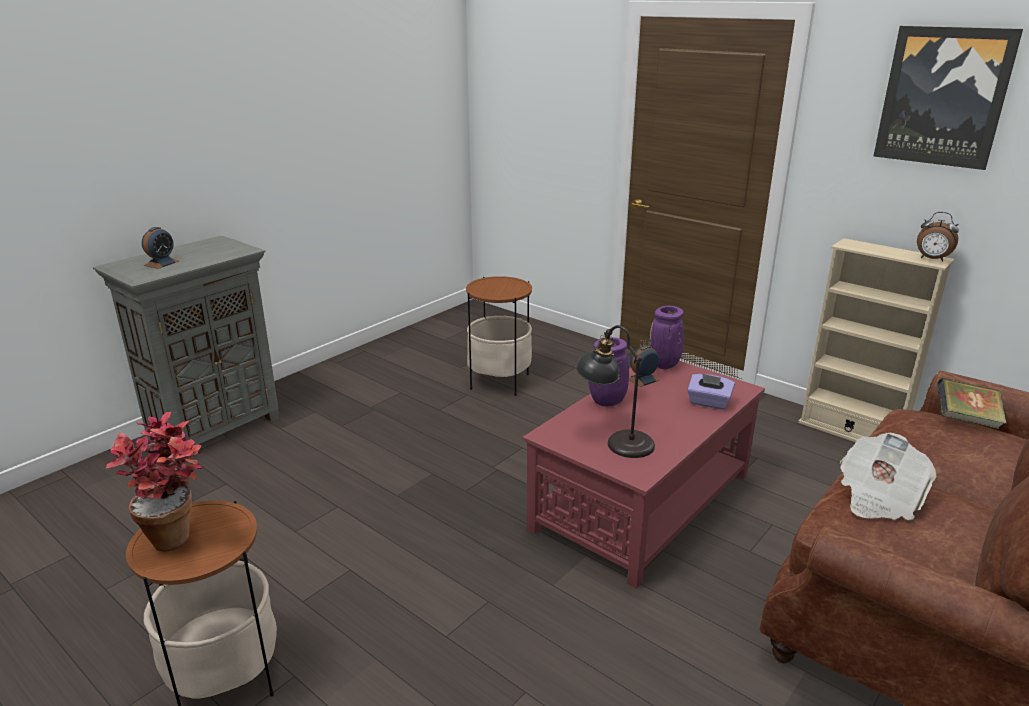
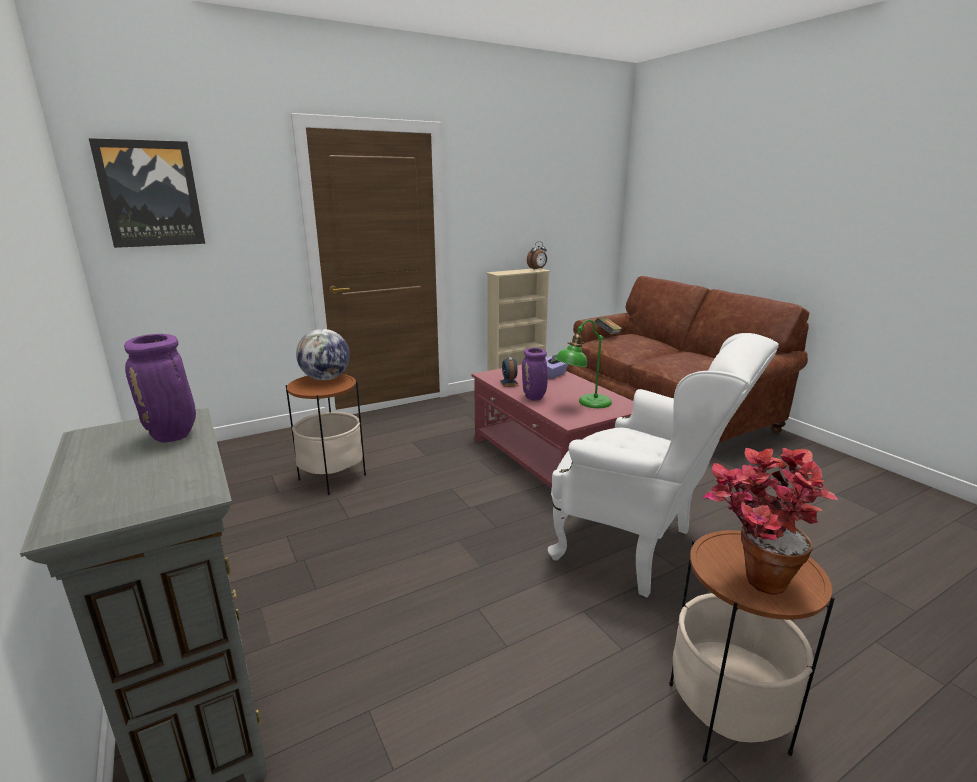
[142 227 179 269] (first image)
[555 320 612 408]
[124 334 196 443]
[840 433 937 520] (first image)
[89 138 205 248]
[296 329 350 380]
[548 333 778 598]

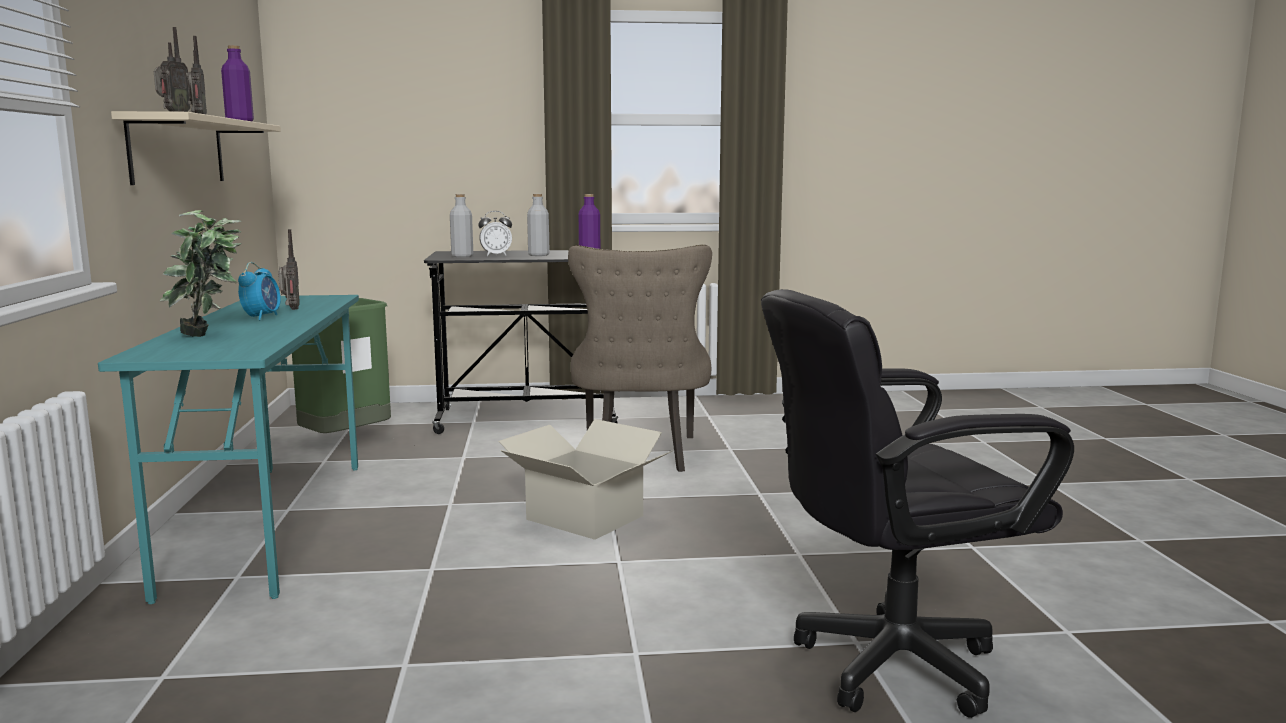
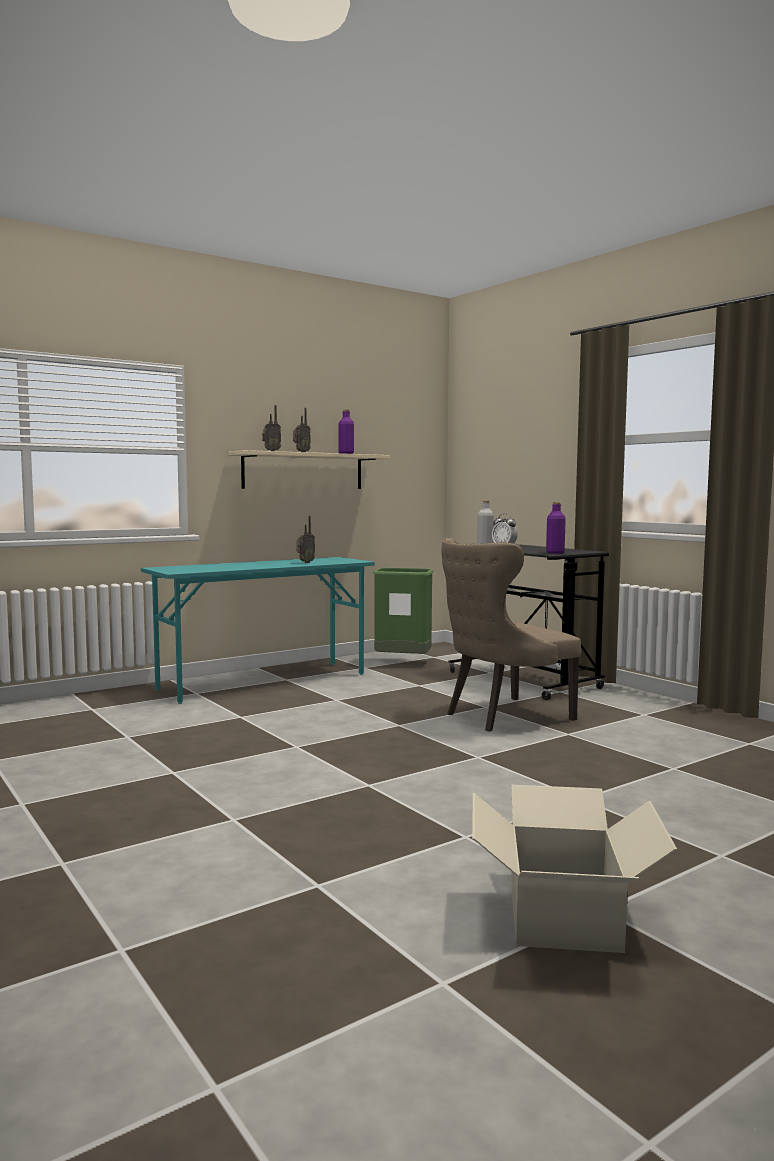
[160 210 242 337] (first image)
[238 262 281 320] (first image)
[472 785 677 953]
[527 194 550 256] (first image)
[761 289 1074 718] (first image)

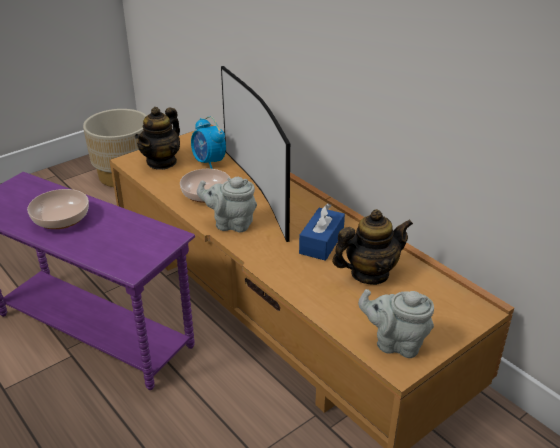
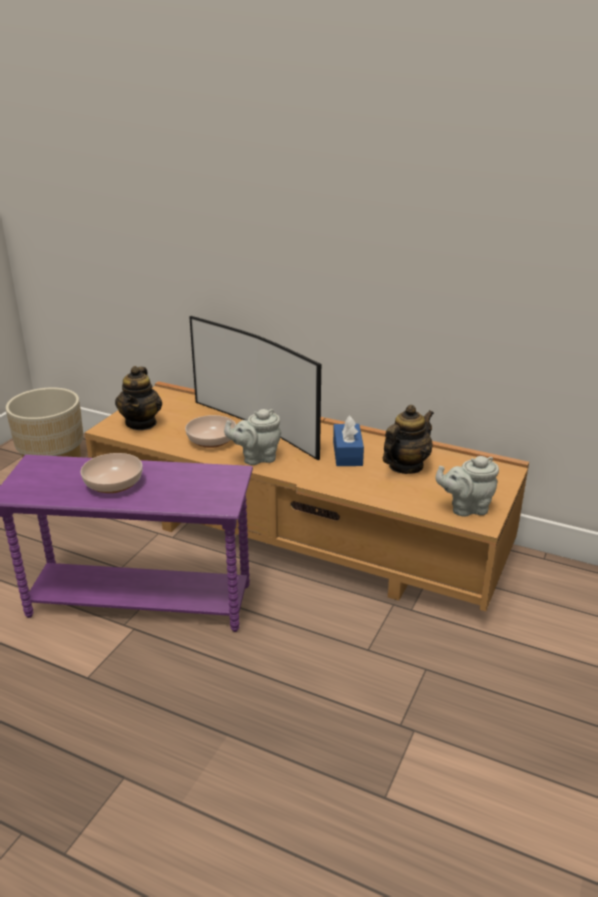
[191 116 226 169] (first image)

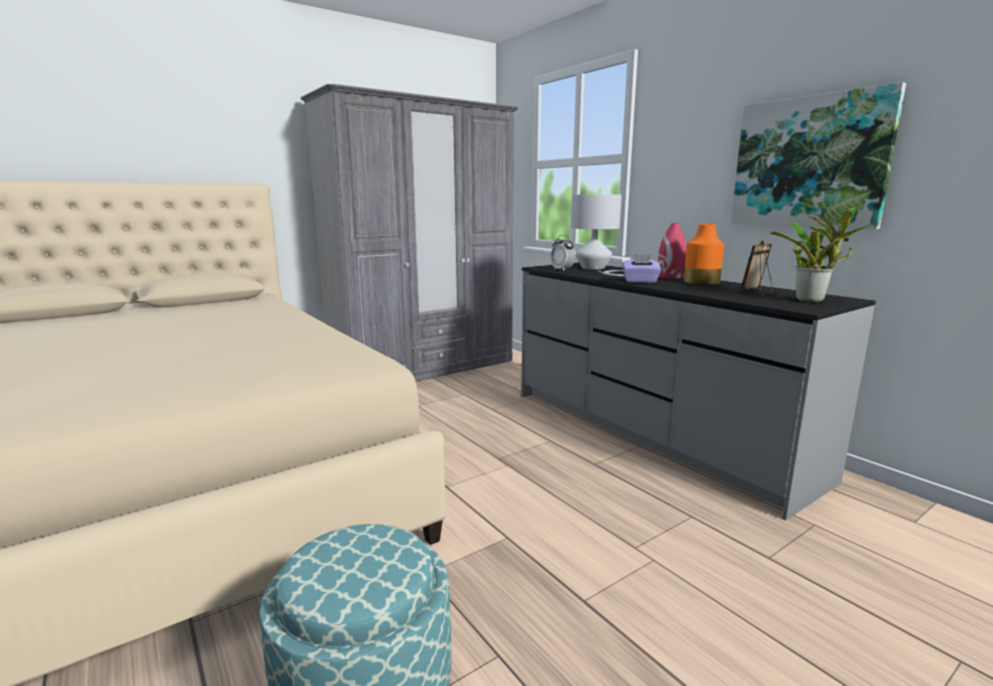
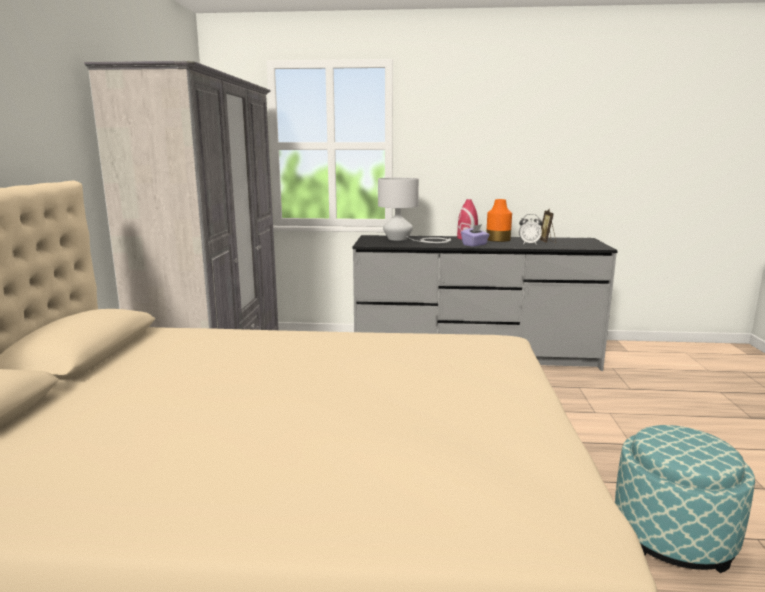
[519 214 543 245]
[731 82 906 229] (first image)
[769 207 879 303] (first image)

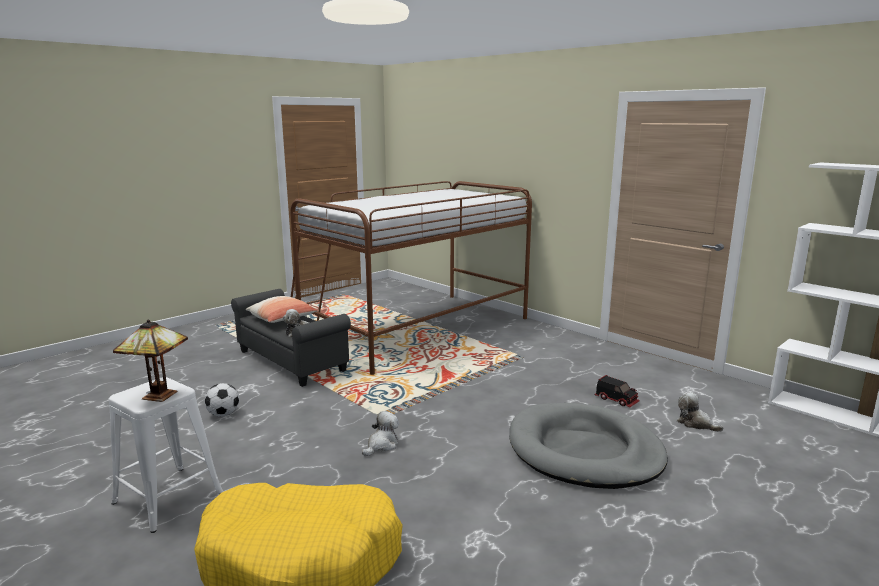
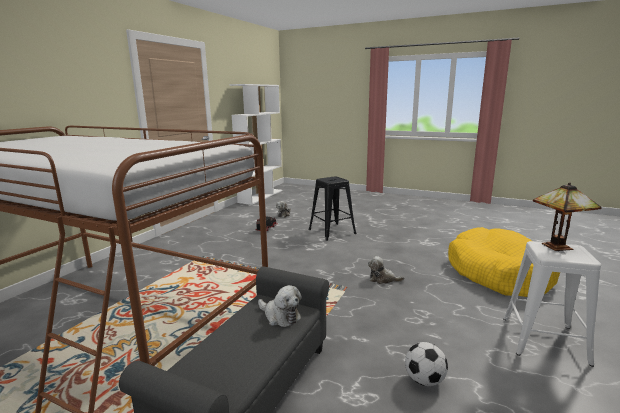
[246 296 318 323] (first image)
[308 176 357 241]

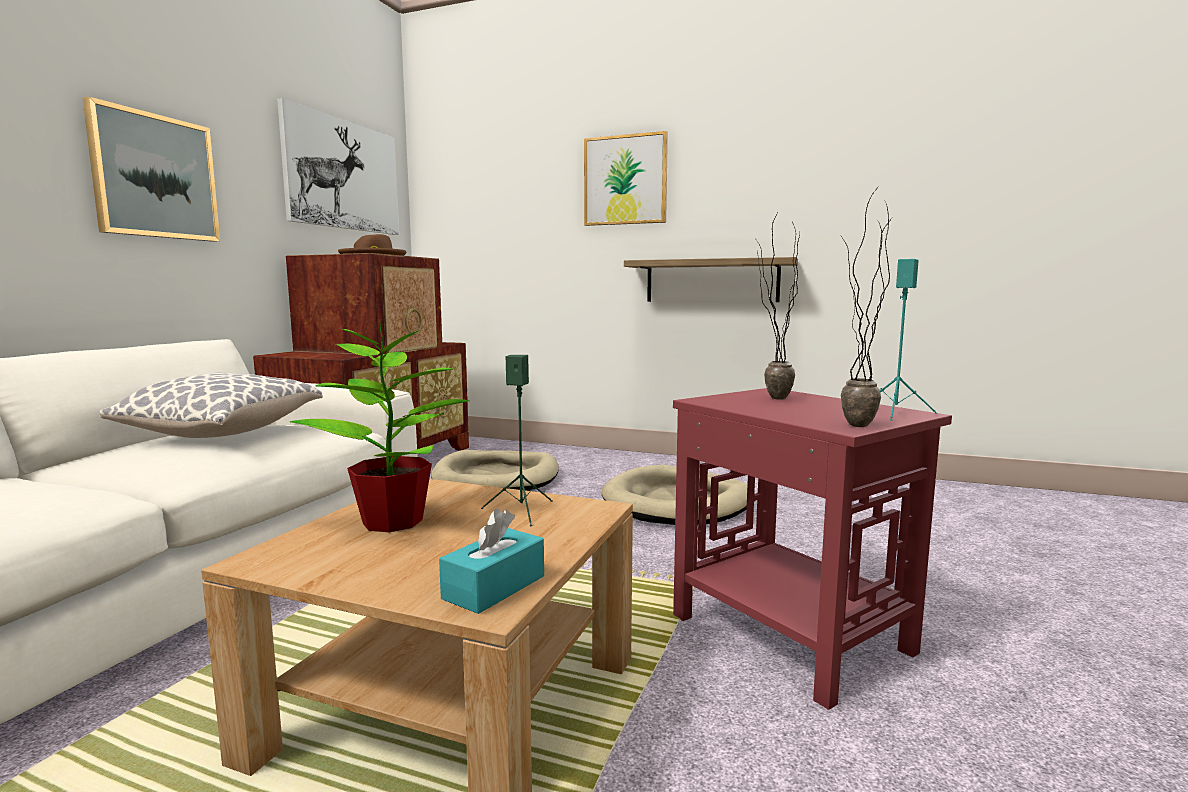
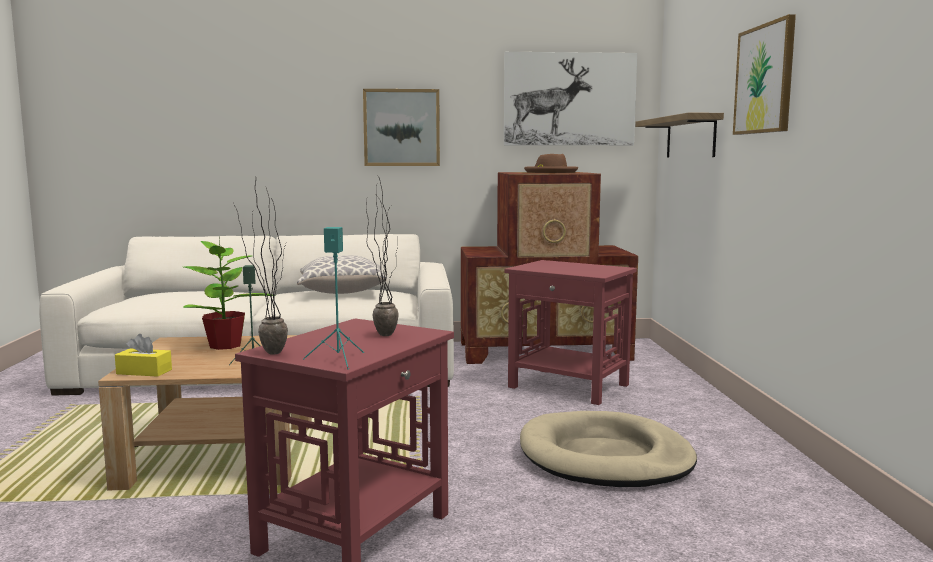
[505 260 637 405]
[115 334 172 377]
[635 113 724 158]

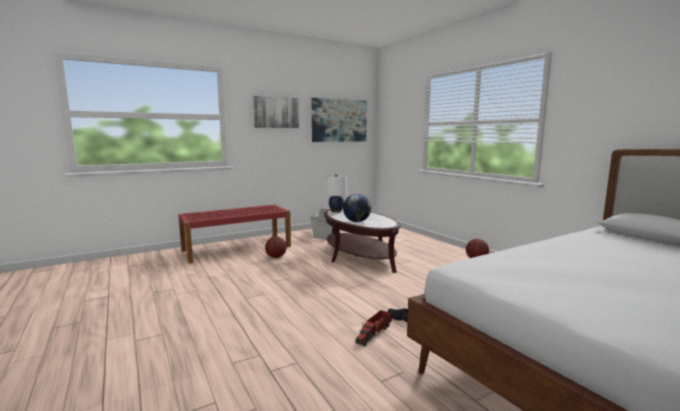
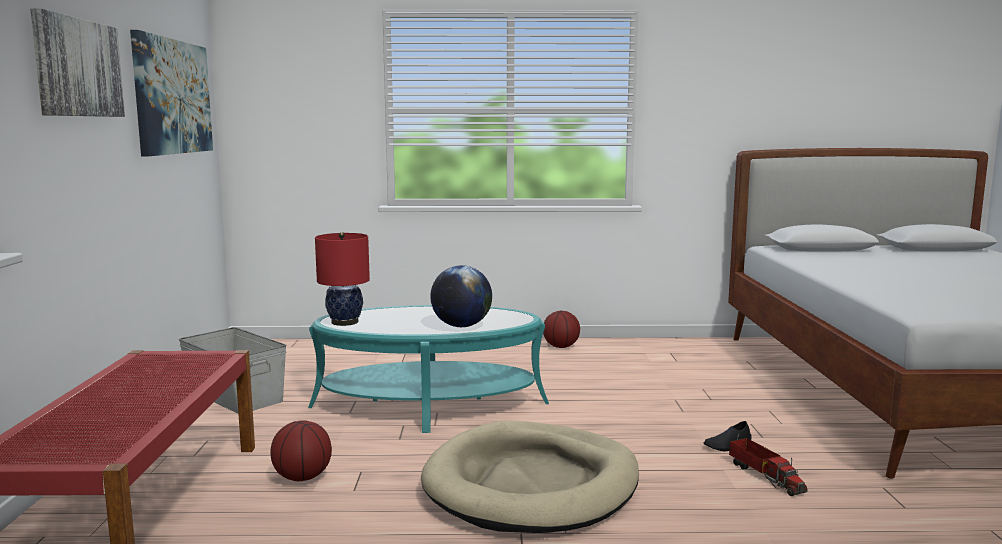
[308 305 549 433]
[315 232 370 326]
[421 421 639 533]

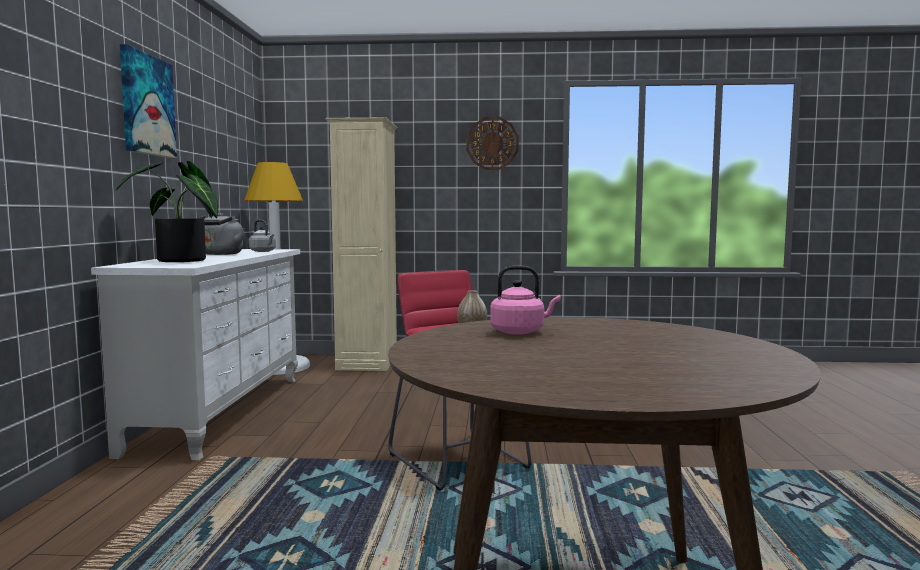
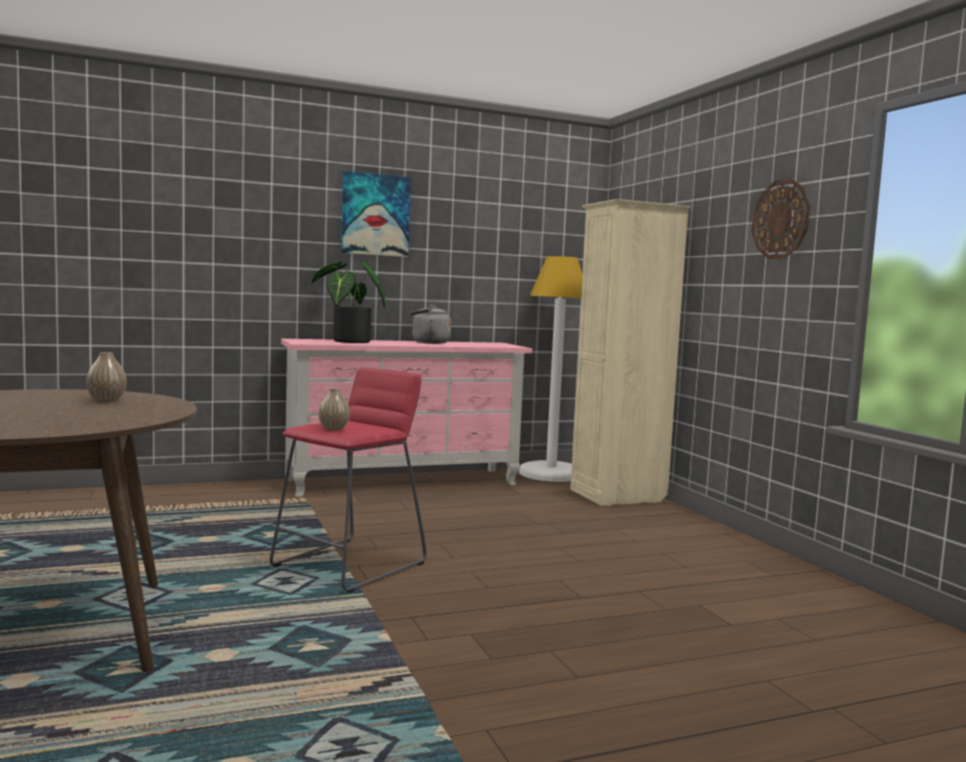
[281 339 532 497]
[249 220 276 252] (first image)
[86 352 126 402]

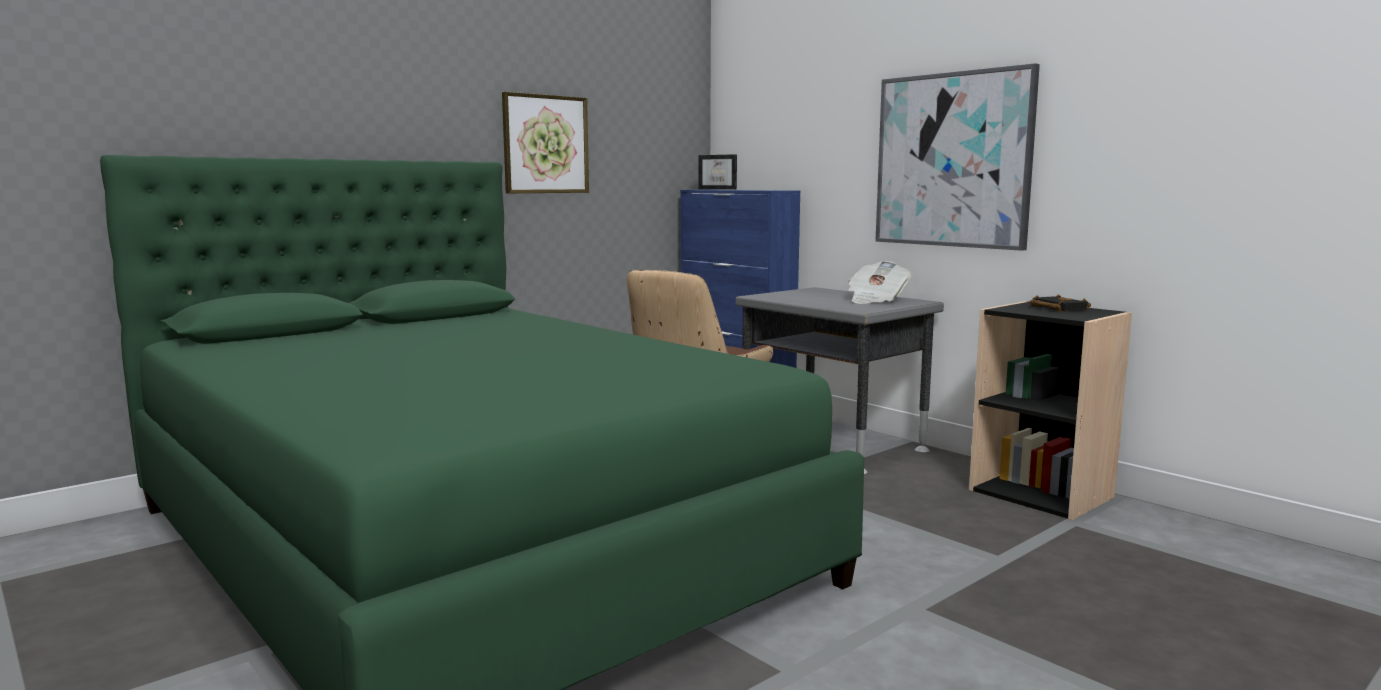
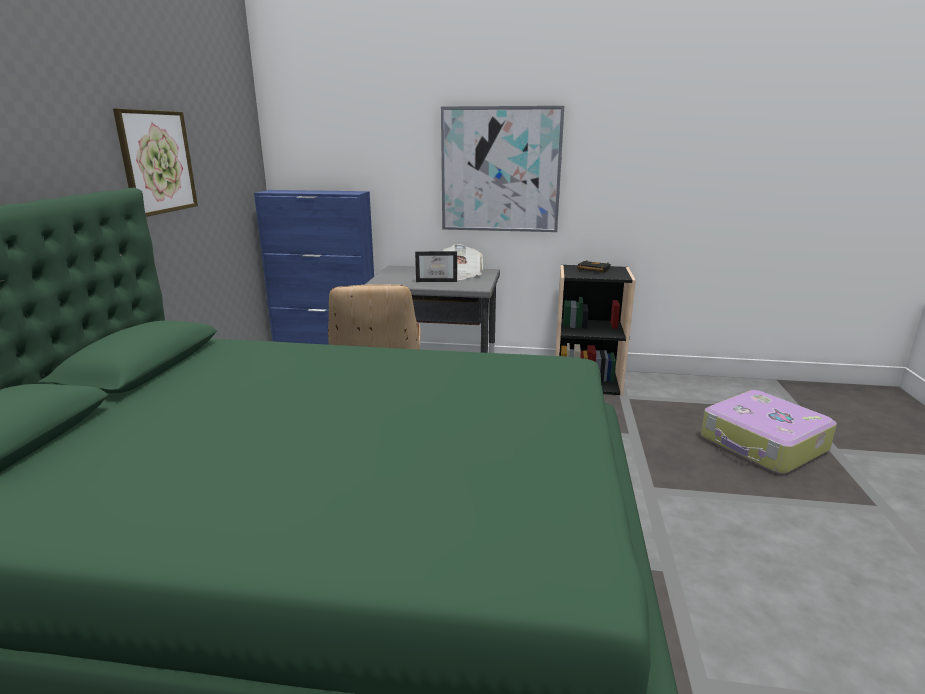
[415 251 457 282]
[701 390 837 474]

